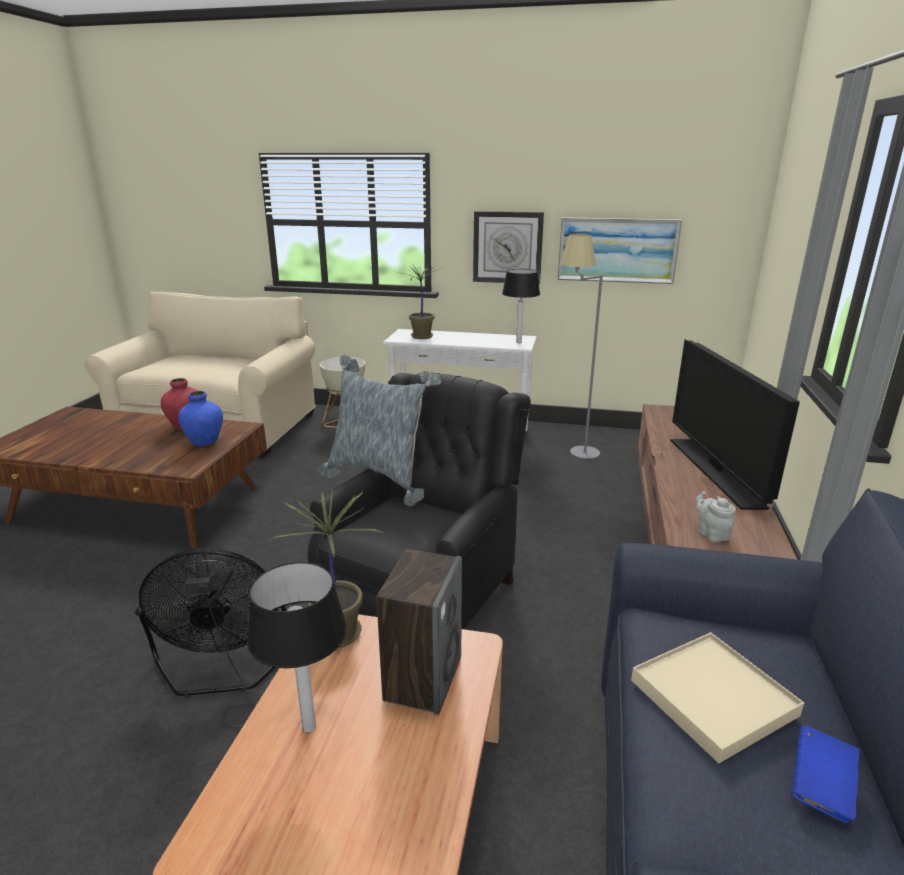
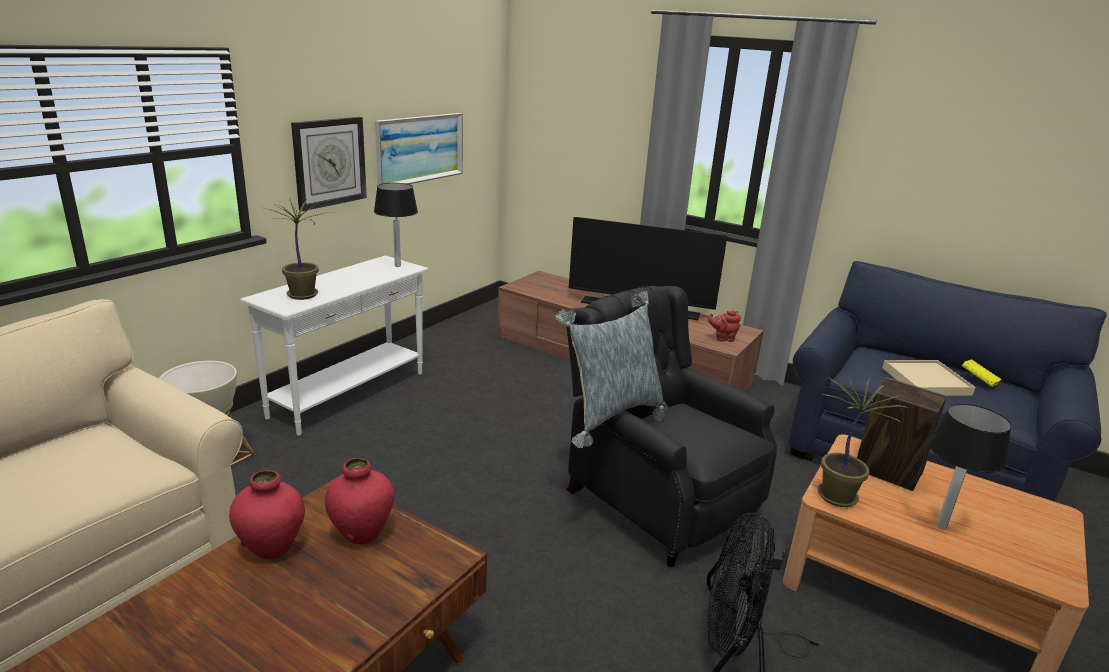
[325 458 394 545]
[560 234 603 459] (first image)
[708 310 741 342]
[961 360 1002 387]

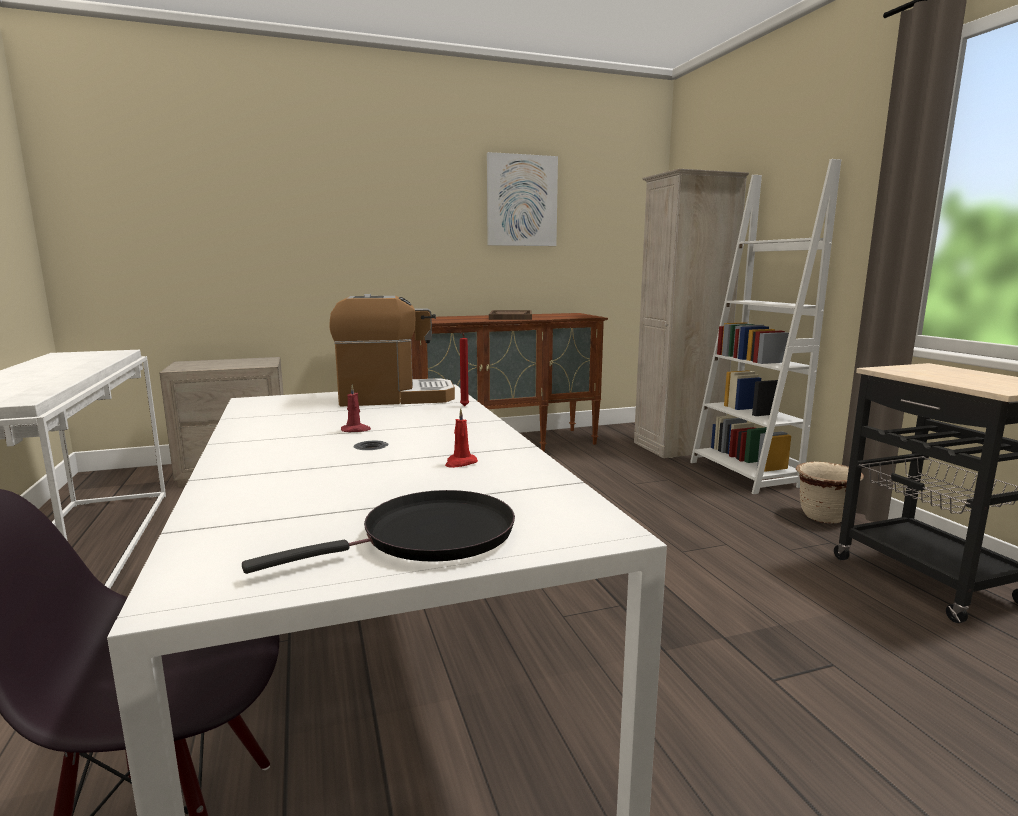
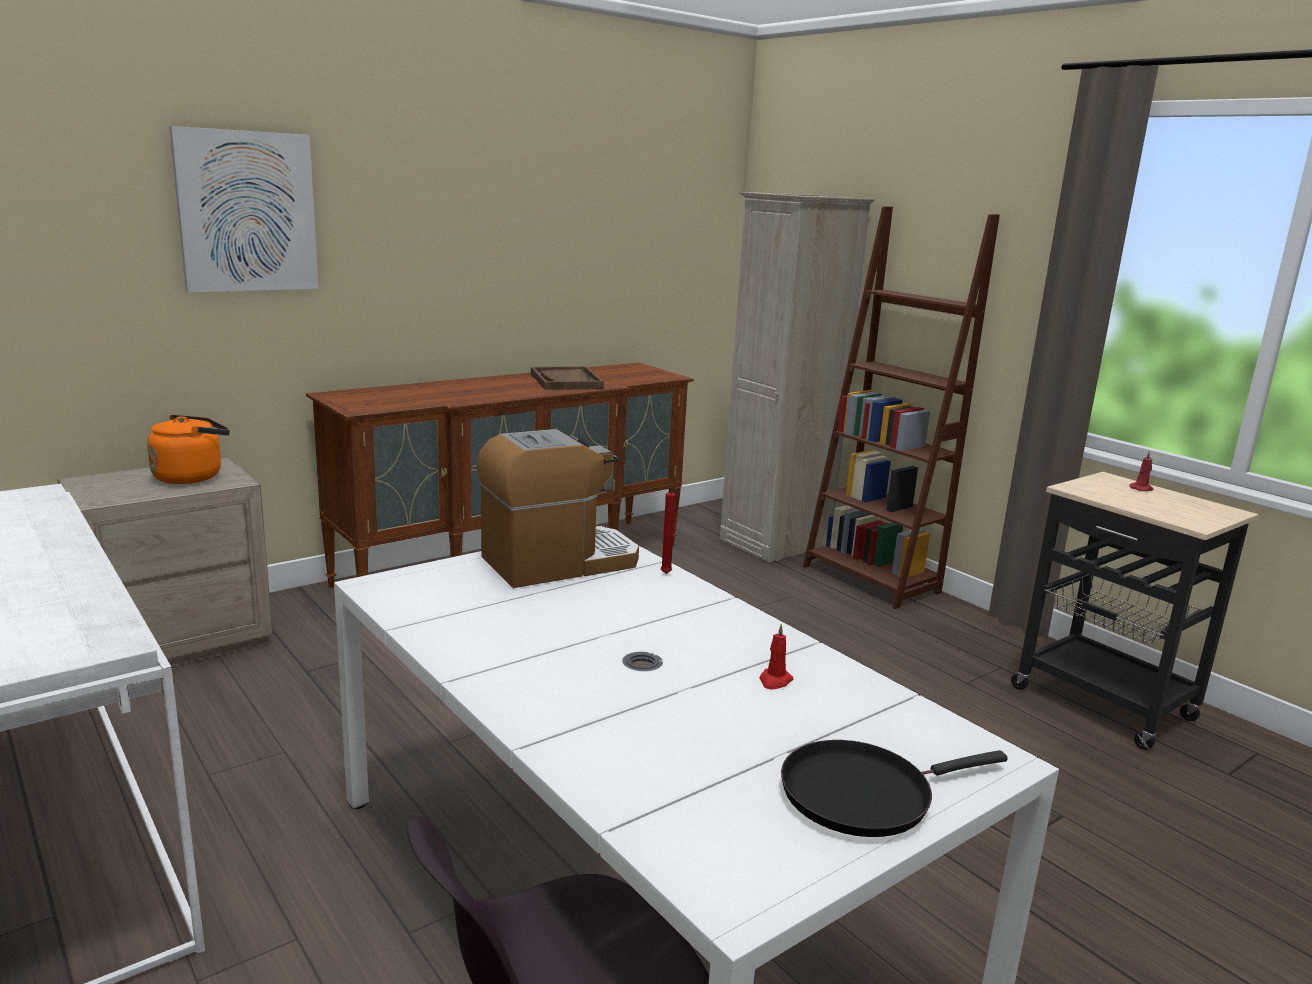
[781 740 1008 837]
[1129 451 1154 491]
[169 126 319 293]
[803 206 1000 609]
[796 462 864 524] (first image)
[147 415 230 484]

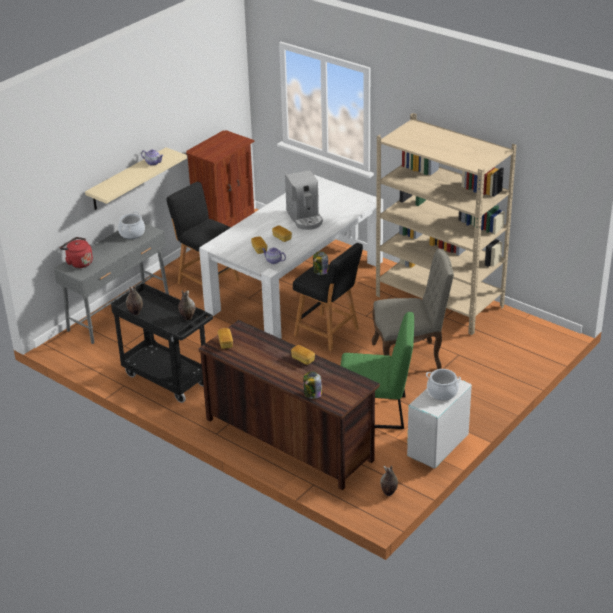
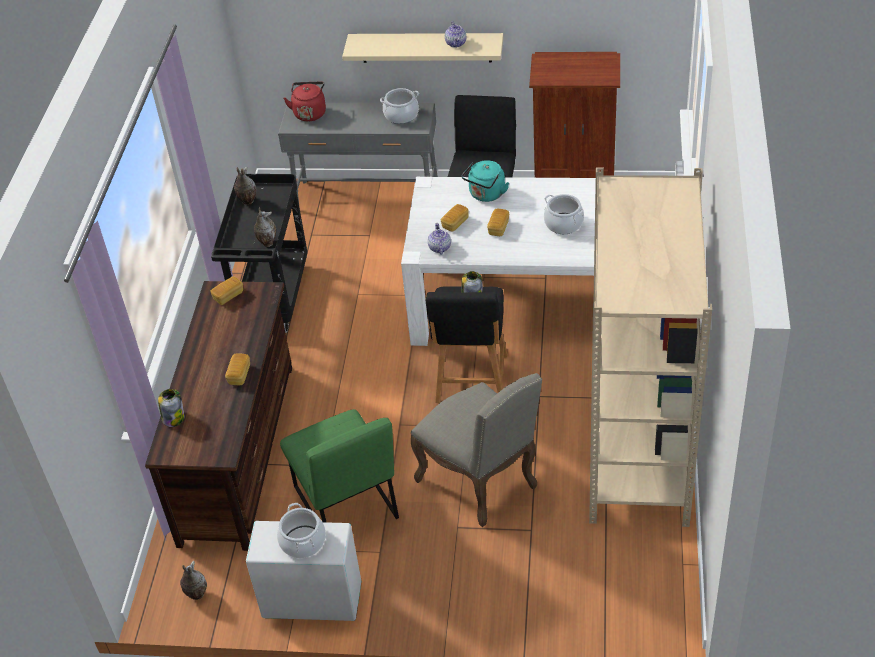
[544 194 584 234]
[462 160 509 202]

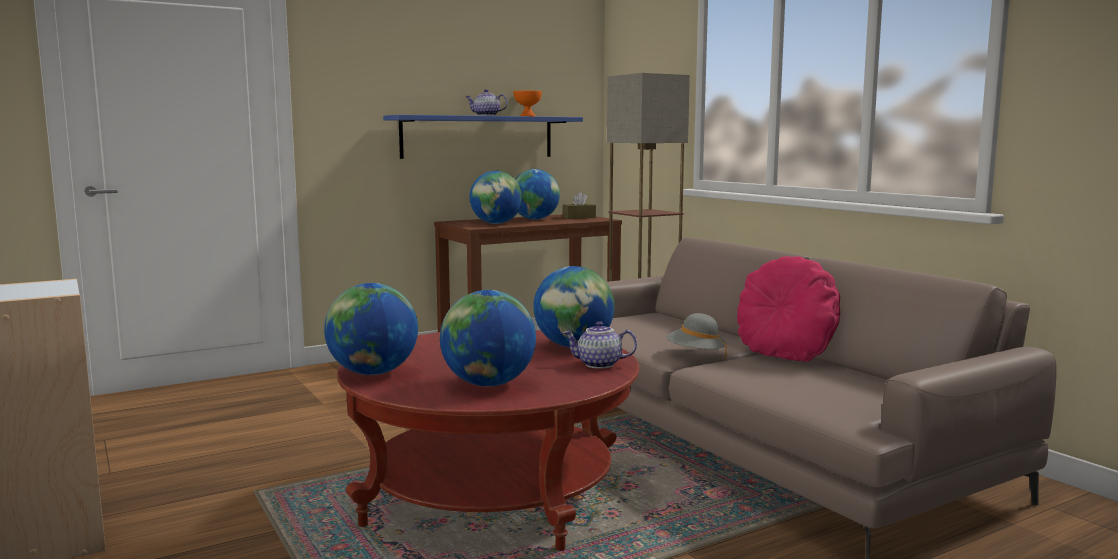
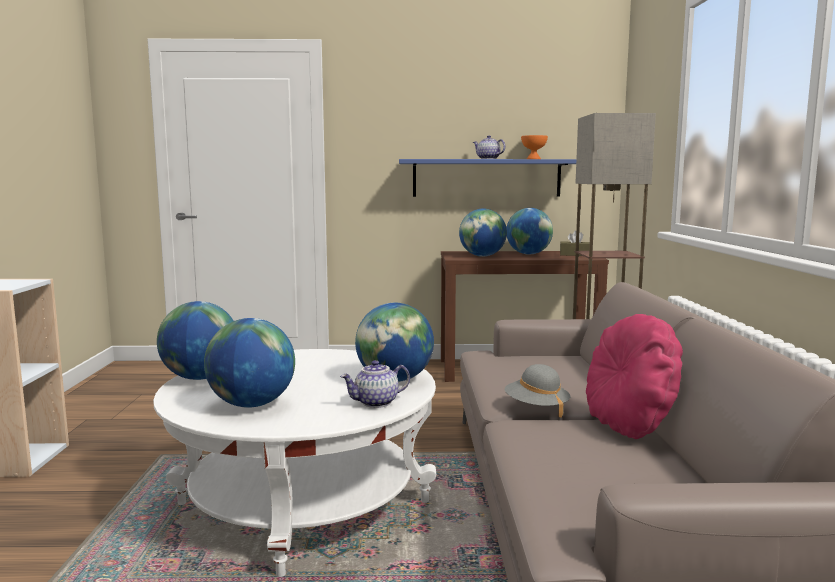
[153 349 436 577]
[340 360 410 408]

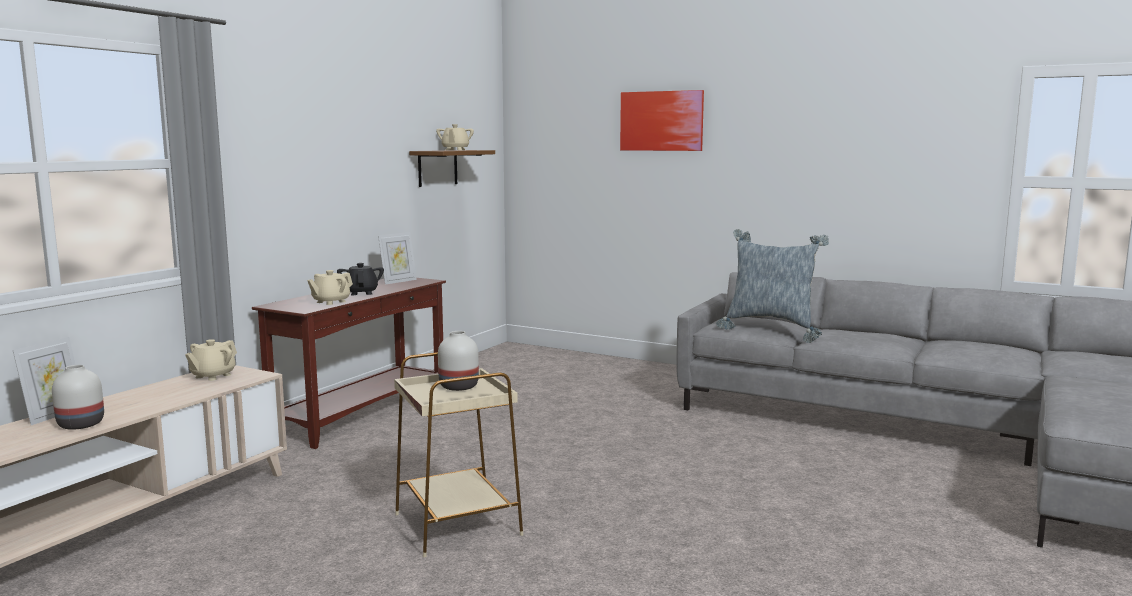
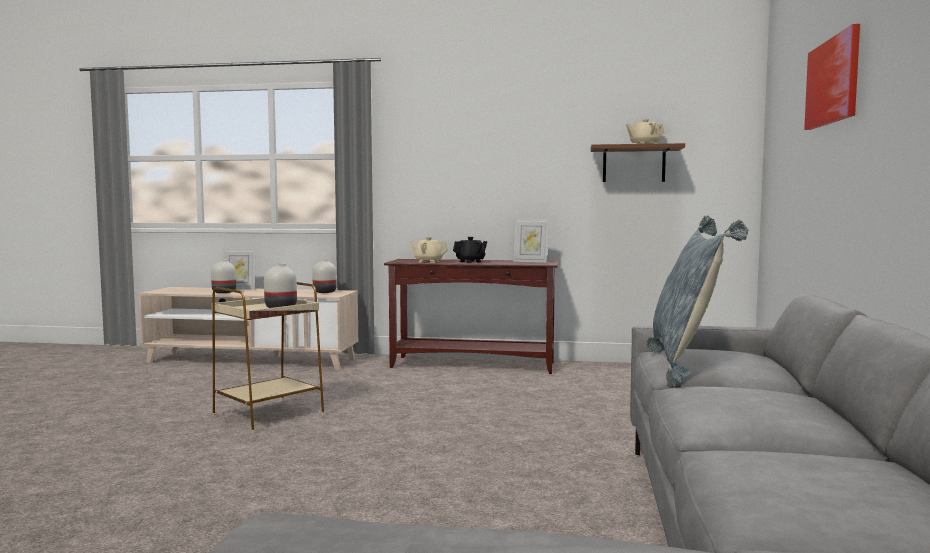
[312 259 337 293]

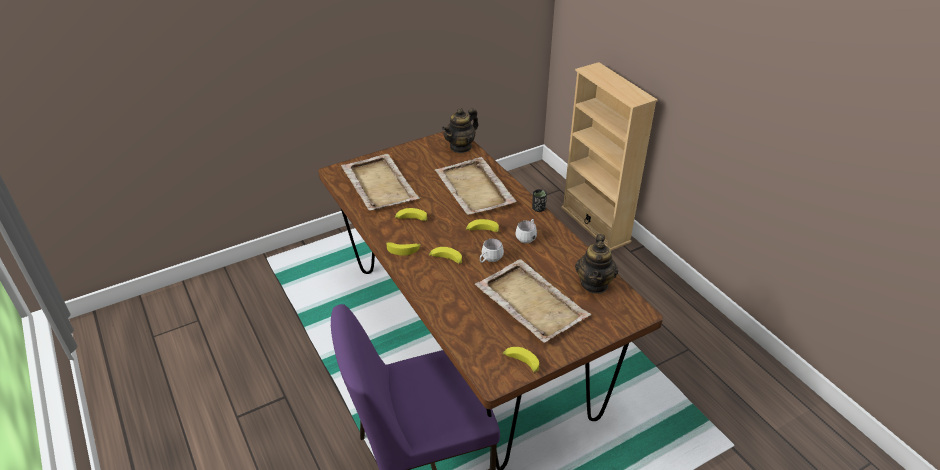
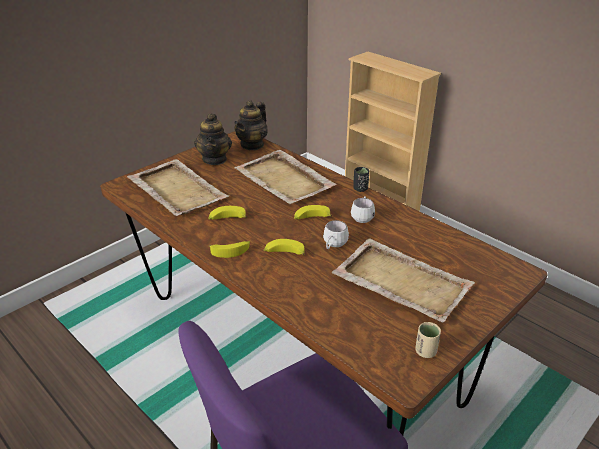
[415 322 441 358]
[194 113 232 165]

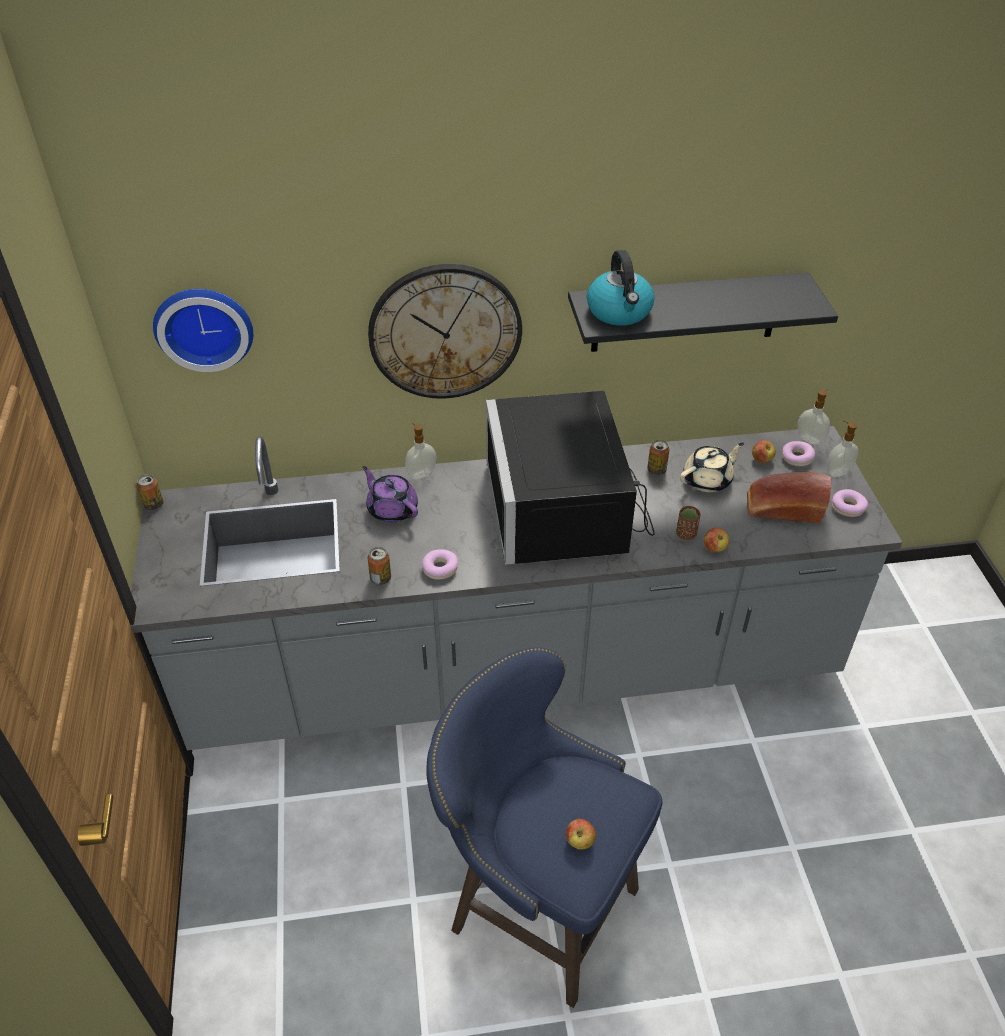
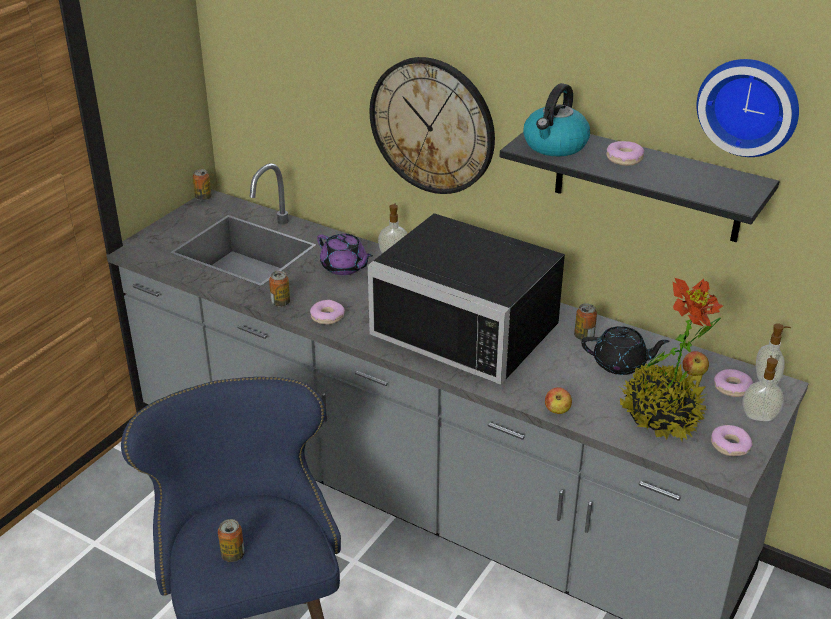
[696 59 799 157]
[317 234 373 275]
[368 213 565 385]
[218 519 245 562]
[676 506 700 540] (first image)
[581 326 670 375]
[620 278 723 441]
[606 141 644 166]

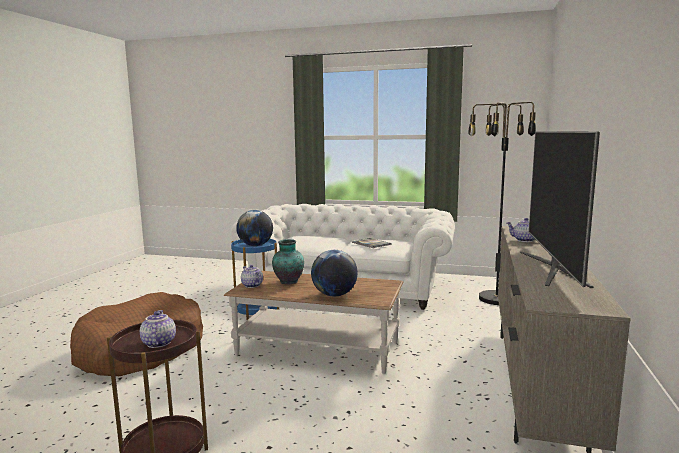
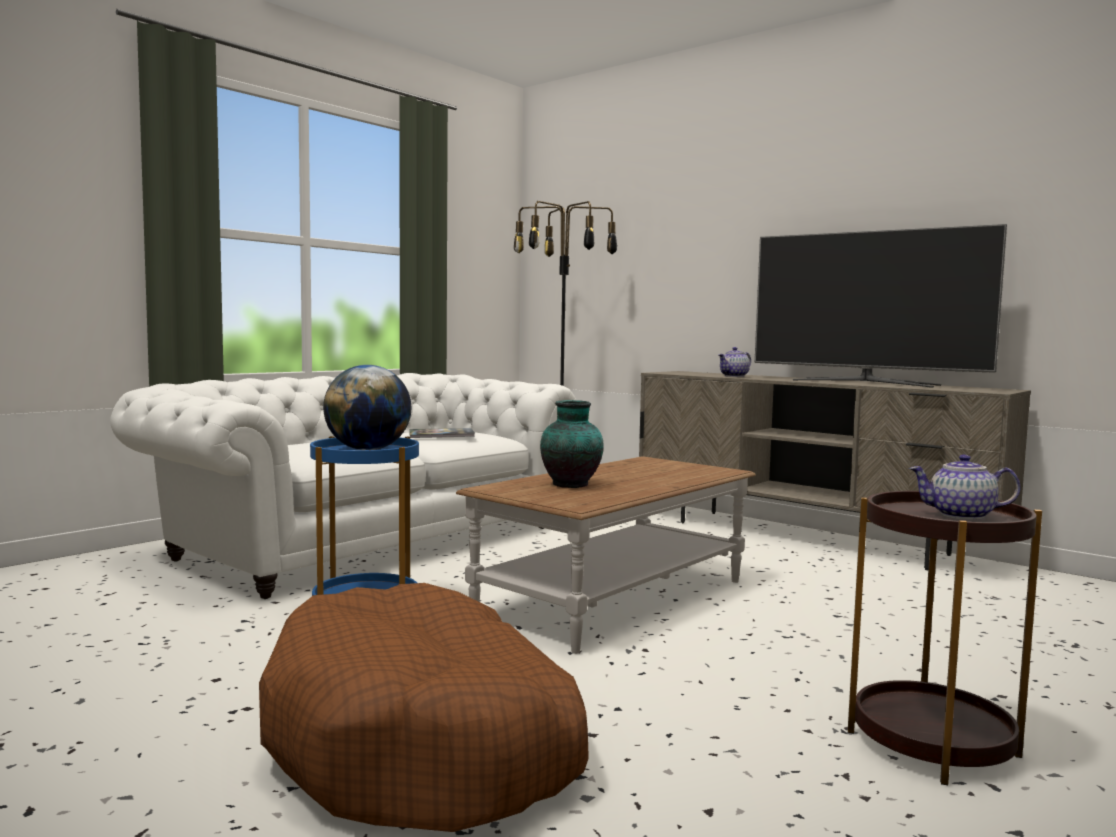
[241 265 263 288] (first image)
[311 250 358 296] (first image)

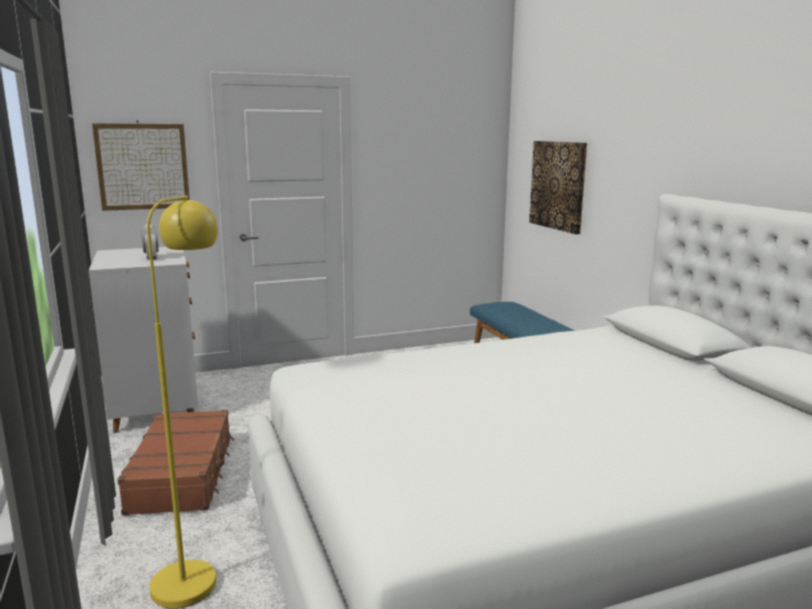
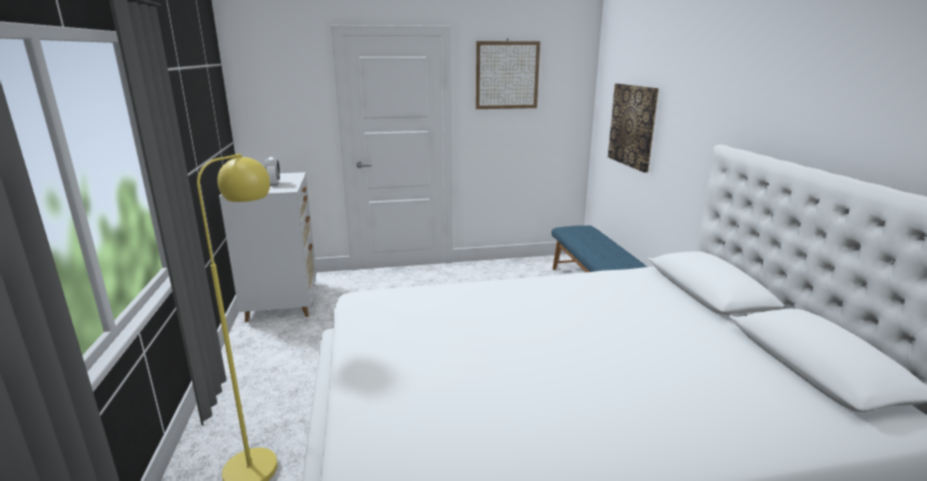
[476 39 540 109]
[117 410 234 515] (first image)

